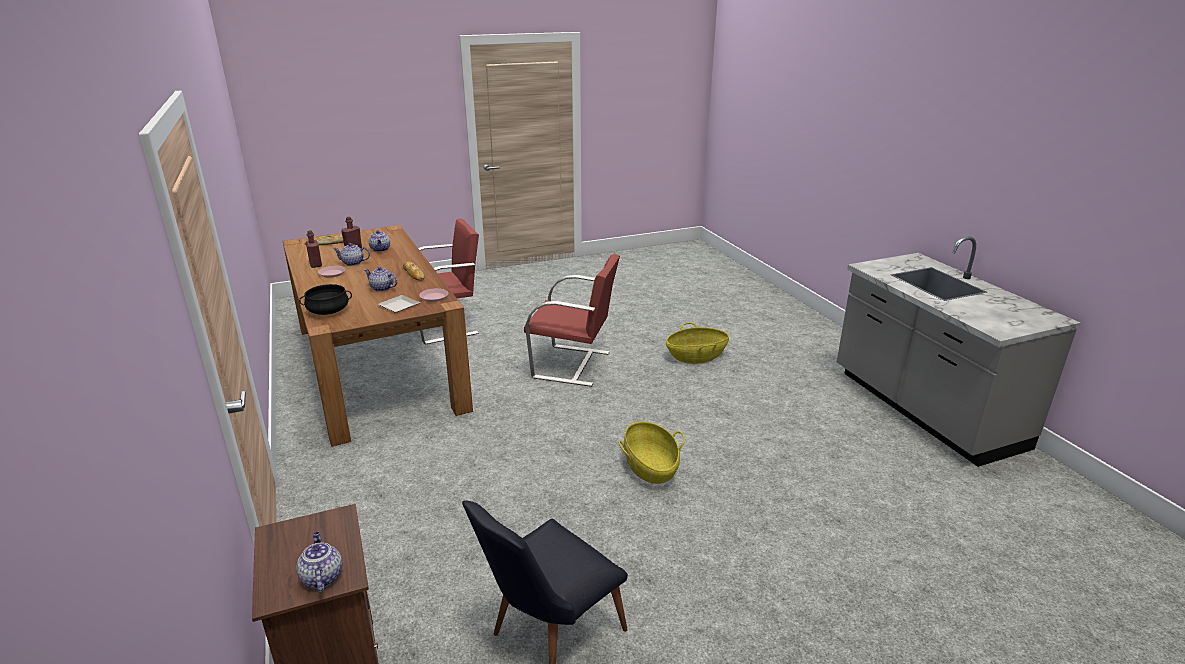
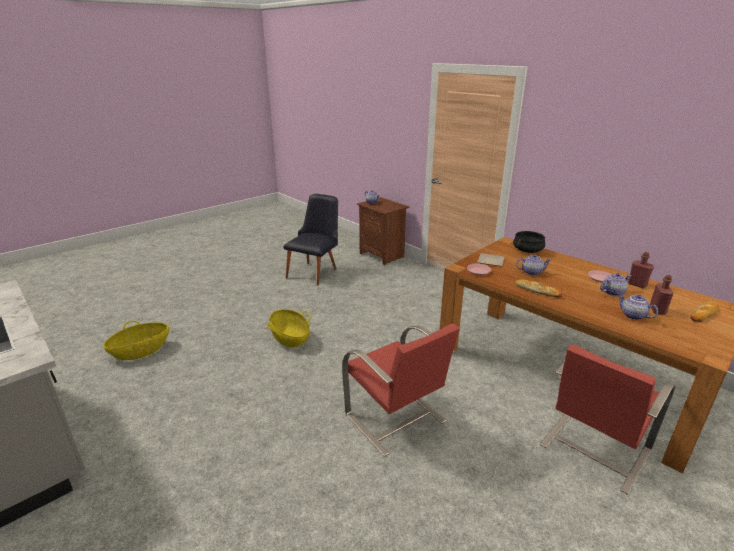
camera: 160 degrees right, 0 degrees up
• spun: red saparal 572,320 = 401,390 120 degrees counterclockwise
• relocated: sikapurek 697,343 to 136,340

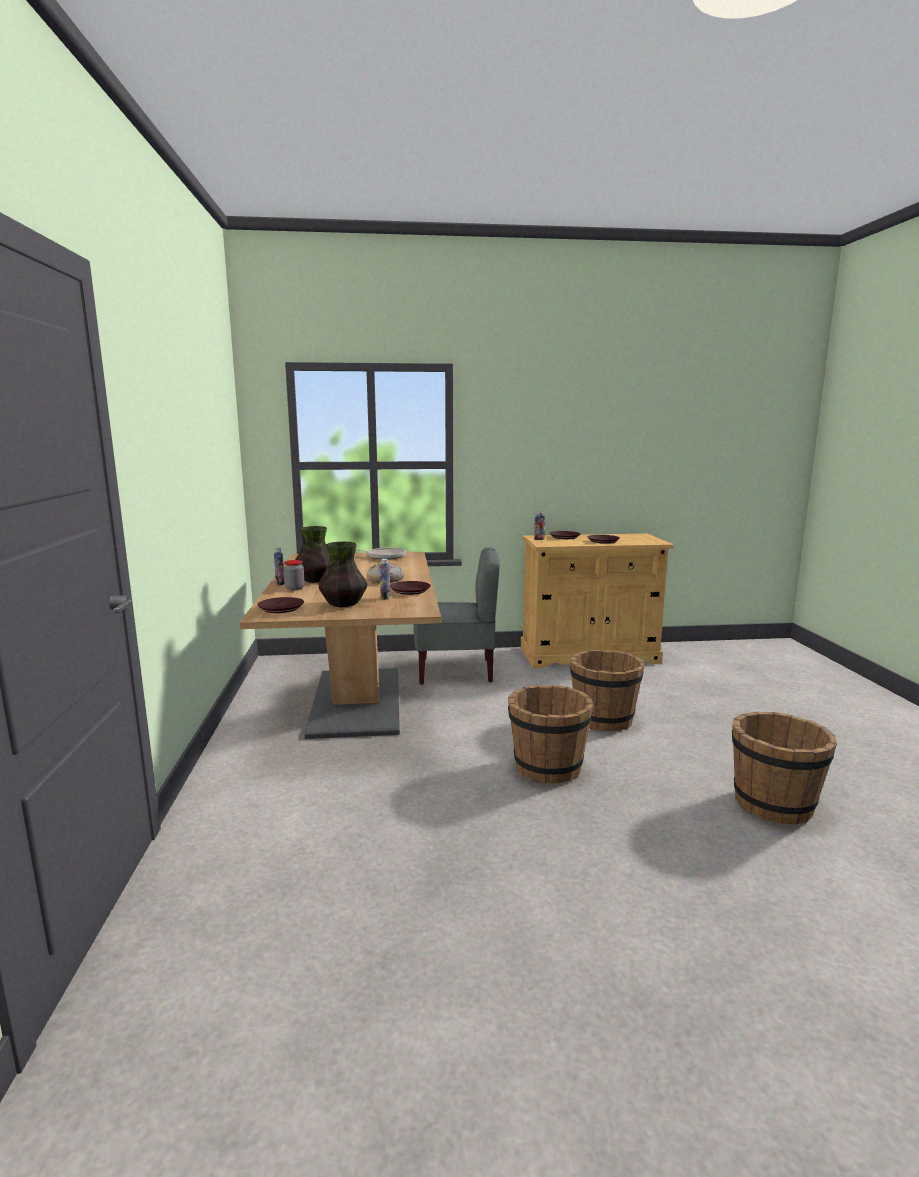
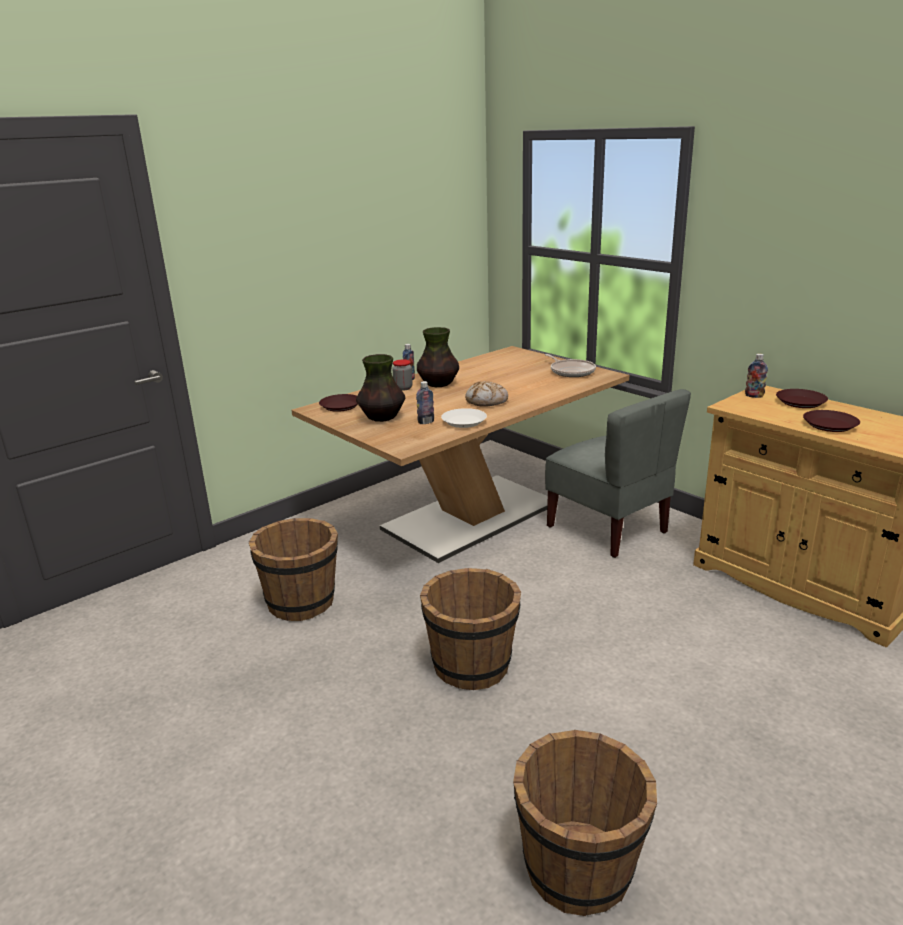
camera: 55 degrees right, 10 degrees up
• colour: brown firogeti 410,588 to white firogeti 464,418
• relocated: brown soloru 607,690 to 293,569

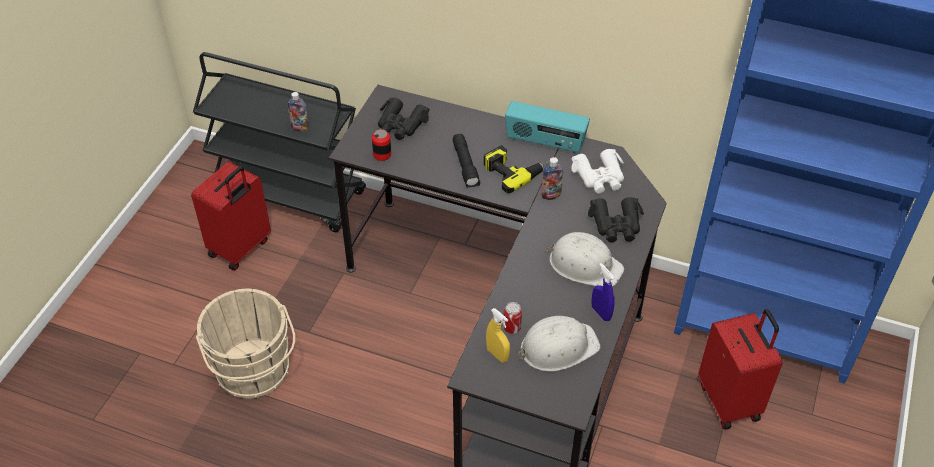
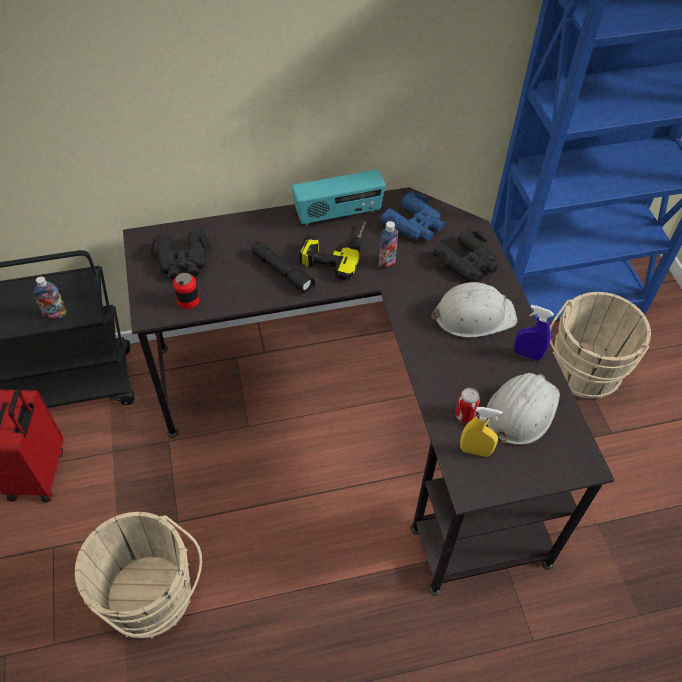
camera: 35 degrees left, 5 degrees up
• colour: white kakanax 597,171 to blue kakanax 413,216
• exchanged: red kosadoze 740,369 to beige soloru 600,345

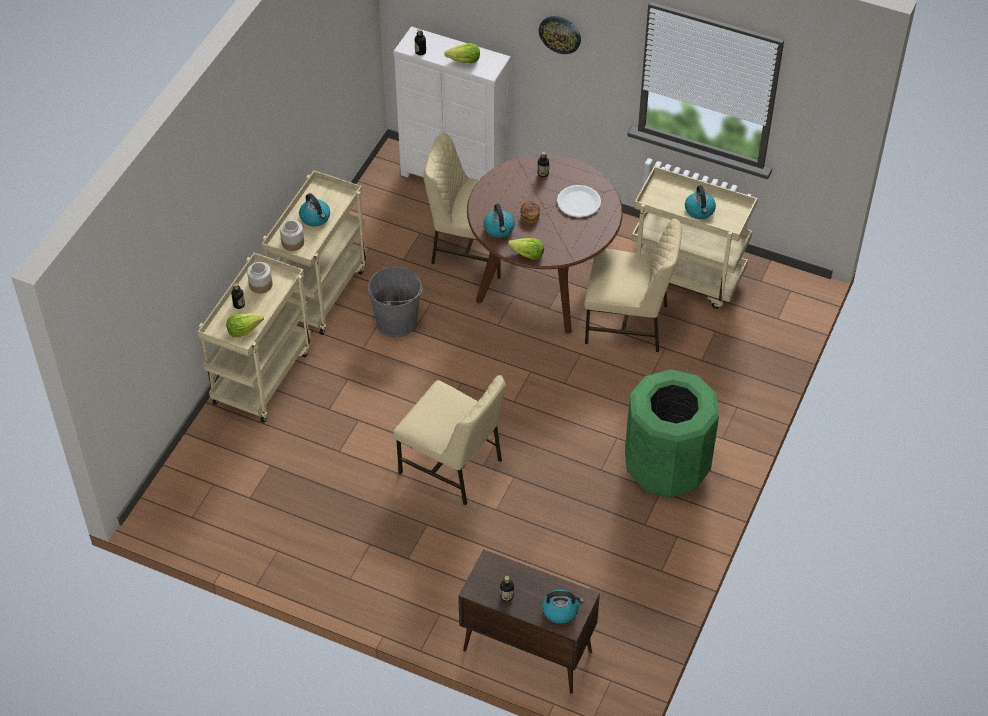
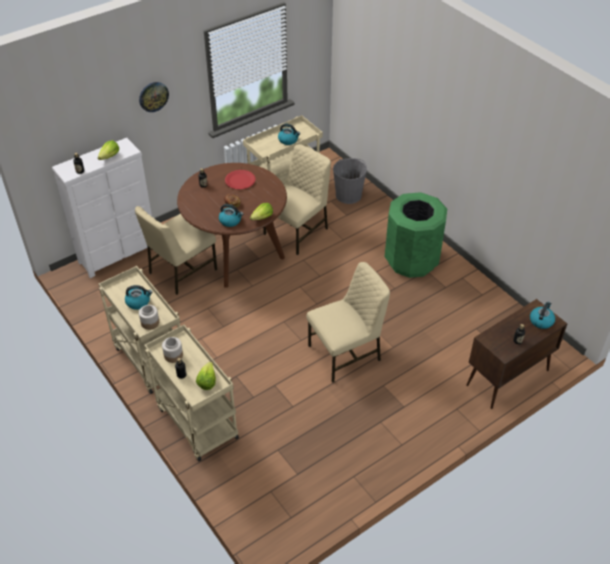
camera: 60 degrees left, 5 degrees down
• colour: white firogeti 579,201 to red firogeti 240,180
• relocated: grey soloru 395,301 to 350,181

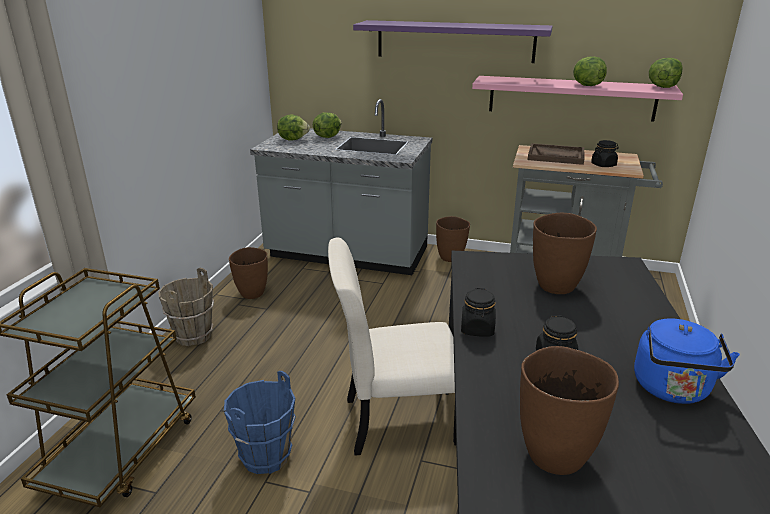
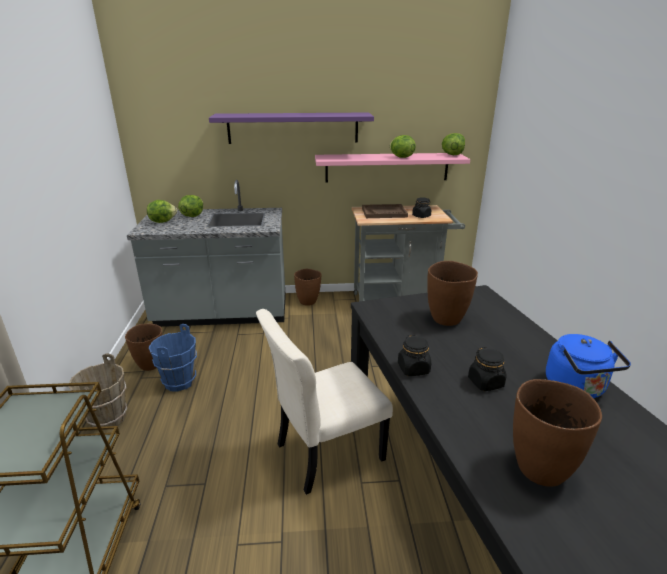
camera: 20 degrees left, 0 degrees up
• relocated: blue soloru 260,423 to 173,358

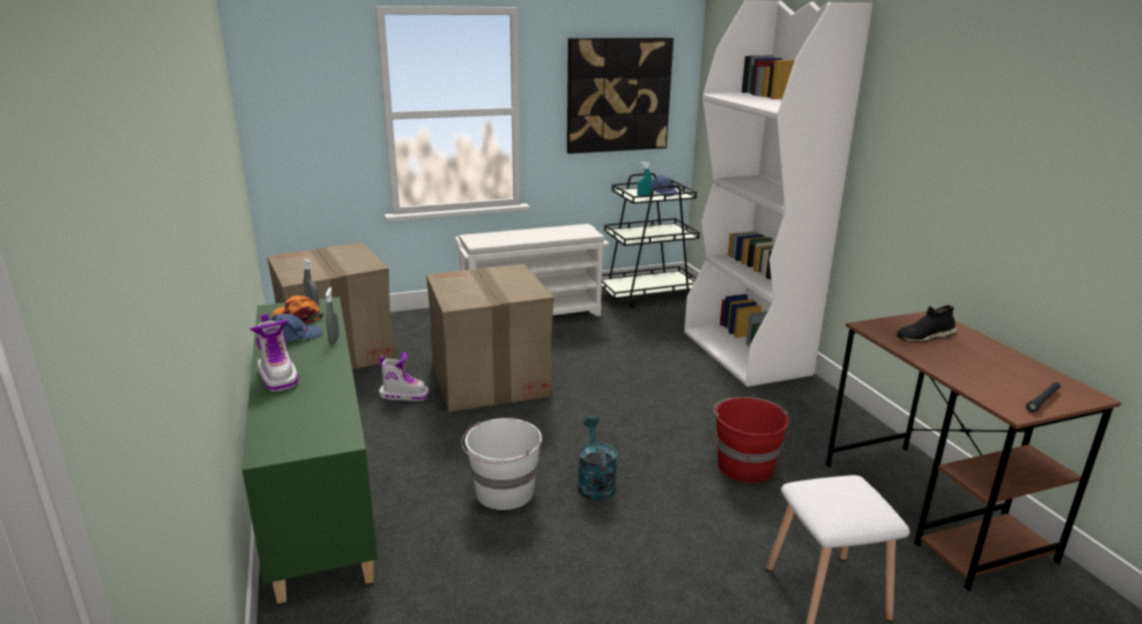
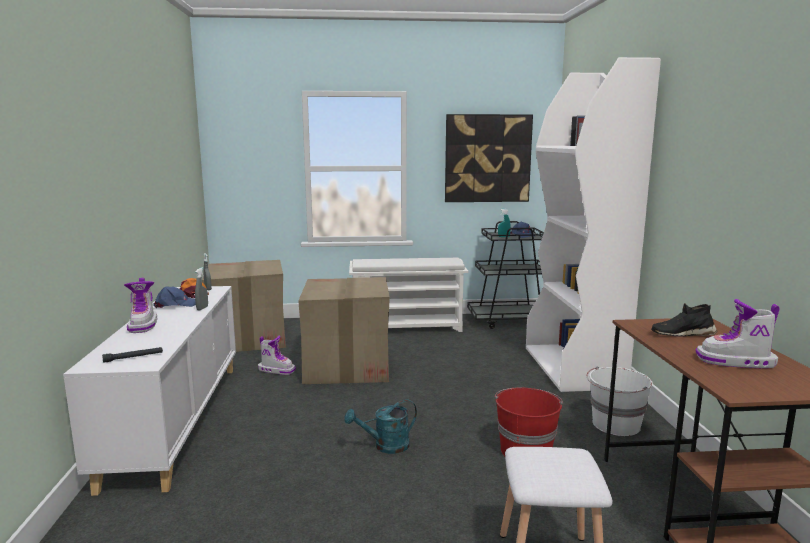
camera: 15 degrees right, 10 degrees down
• colour: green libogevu 310,450 to white libogevu 149,391
• relocated: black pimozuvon 1043,397 to 132,355
• spun: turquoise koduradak 597,458 = 380,426 120 degrees counterclockwise
• relocated: white soloru 501,464 to 620,401
• appeared: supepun 737,333

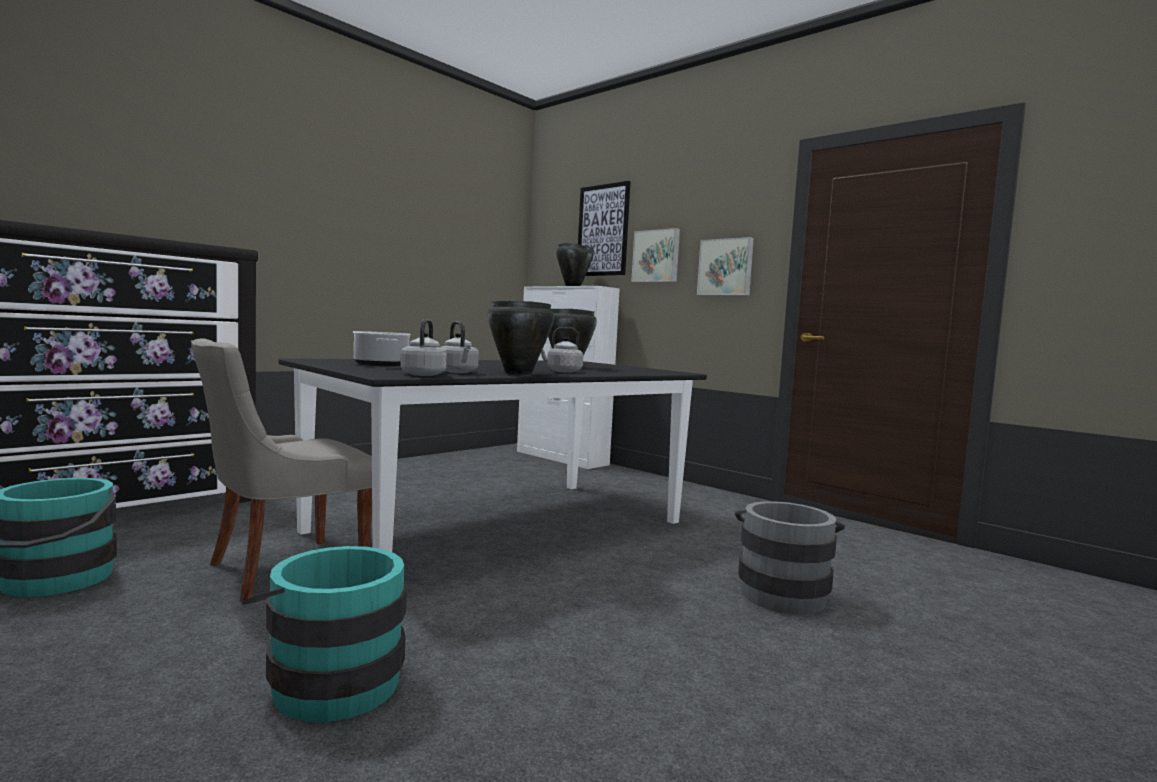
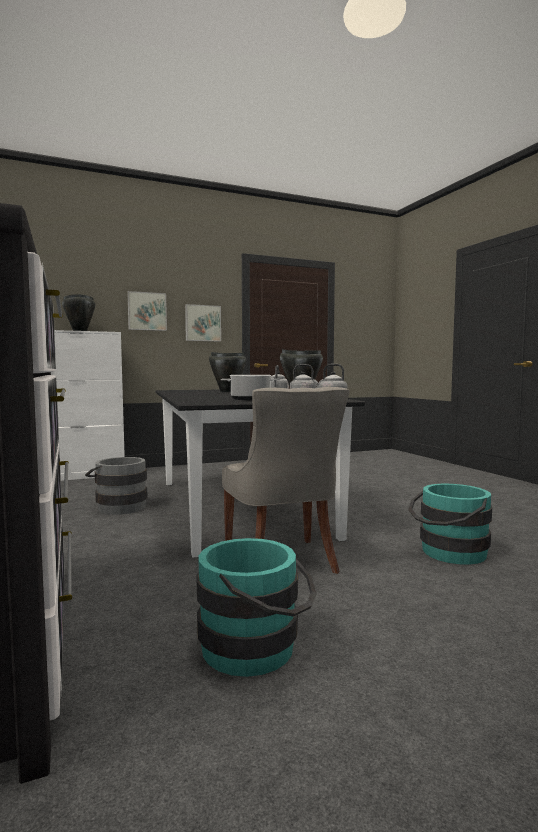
camera: 65 degrees left, 0 degrees up
• missing: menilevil 604,228
• relocated: grey soloru 790,558 to 116,486

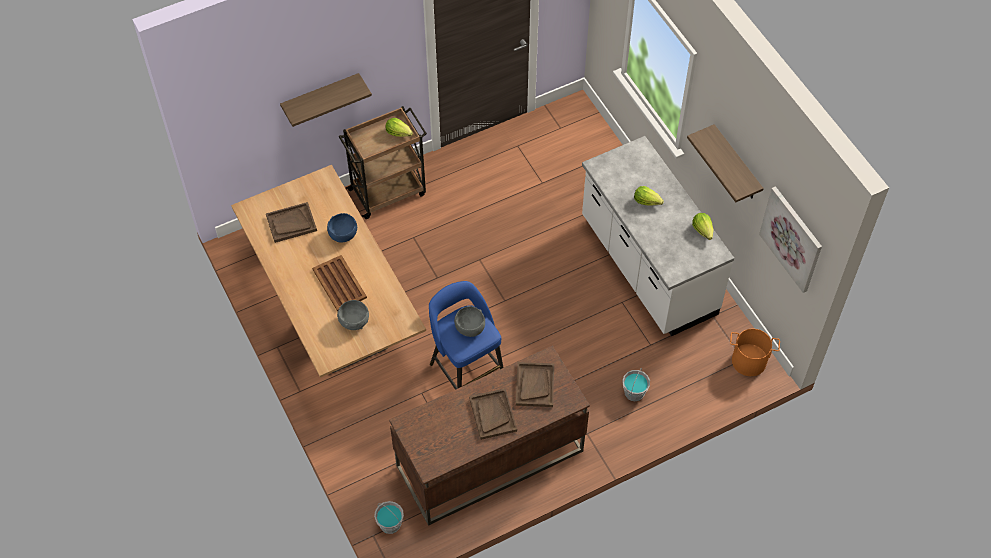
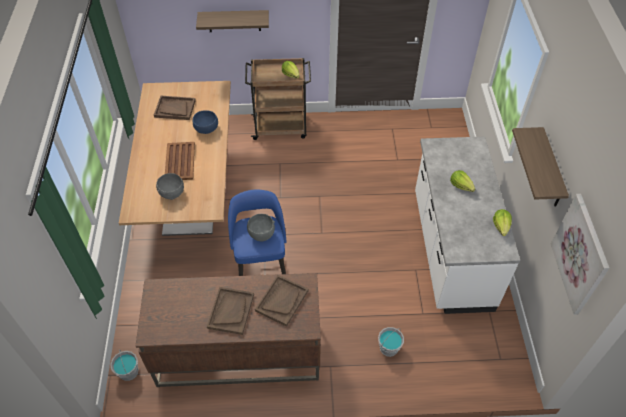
camera: 25 degrees right, 5 degrees down
• missing: orange soloru 755,352

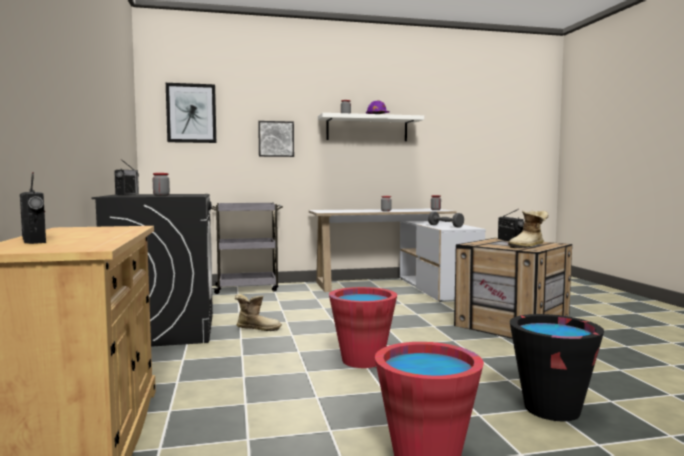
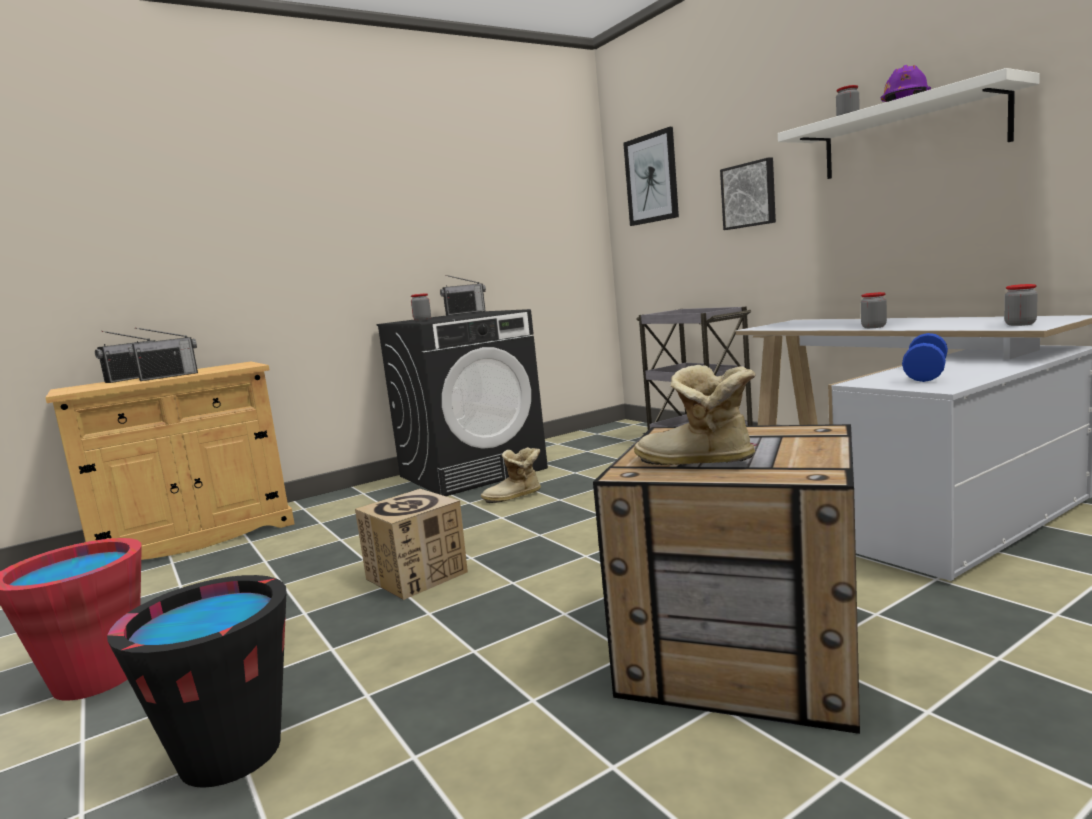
camera: 70 degrees right, 5 degrees up
• relocated: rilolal 511,225 to 163,354
• colour: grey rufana 446,219 to blue rufana 925,357
• exchanged: red soloru 363,327 to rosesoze 411,544
• spun: supepun 258,312 = 511,475 90 degrees clockwise

